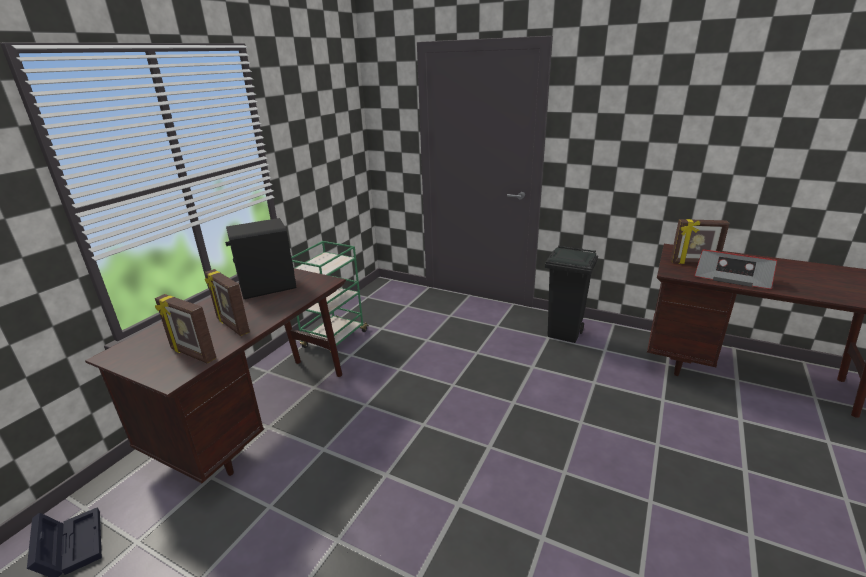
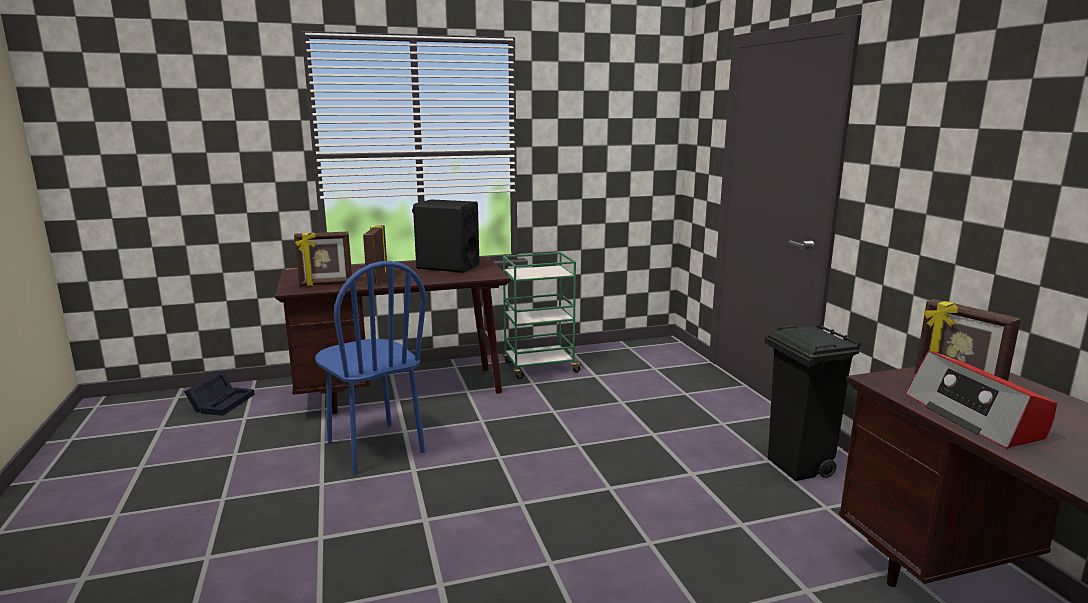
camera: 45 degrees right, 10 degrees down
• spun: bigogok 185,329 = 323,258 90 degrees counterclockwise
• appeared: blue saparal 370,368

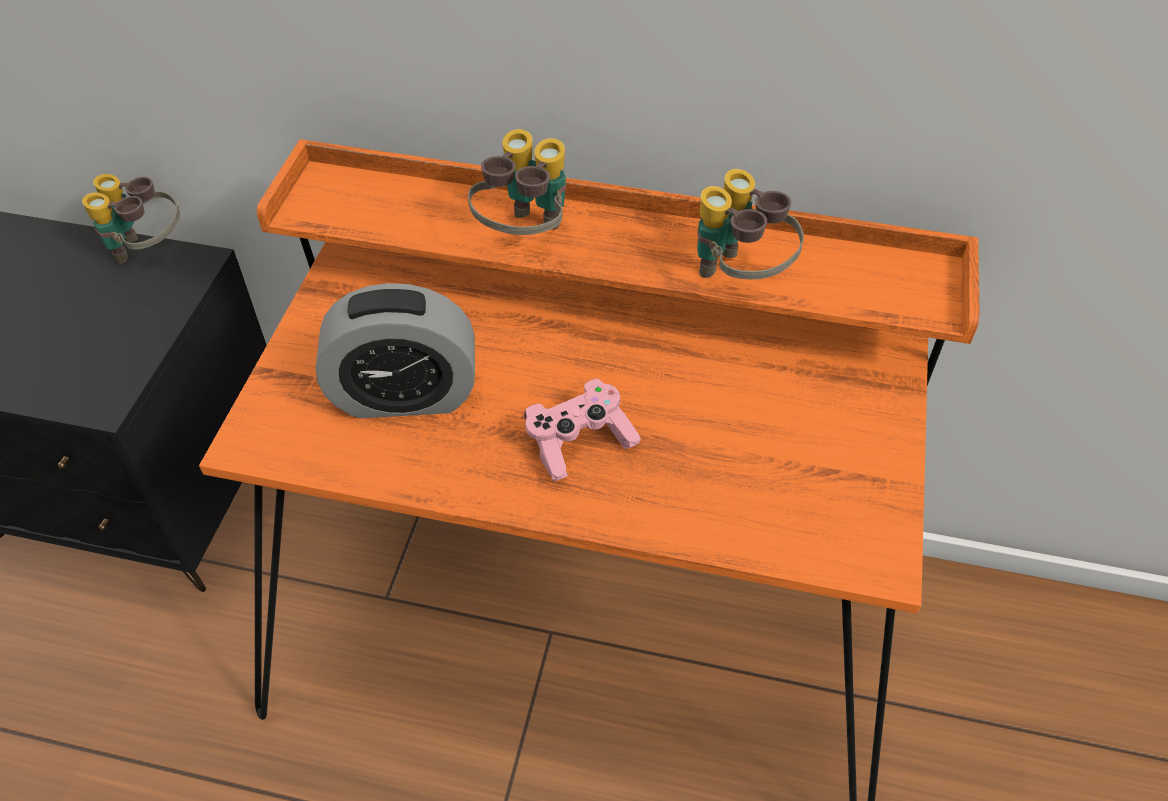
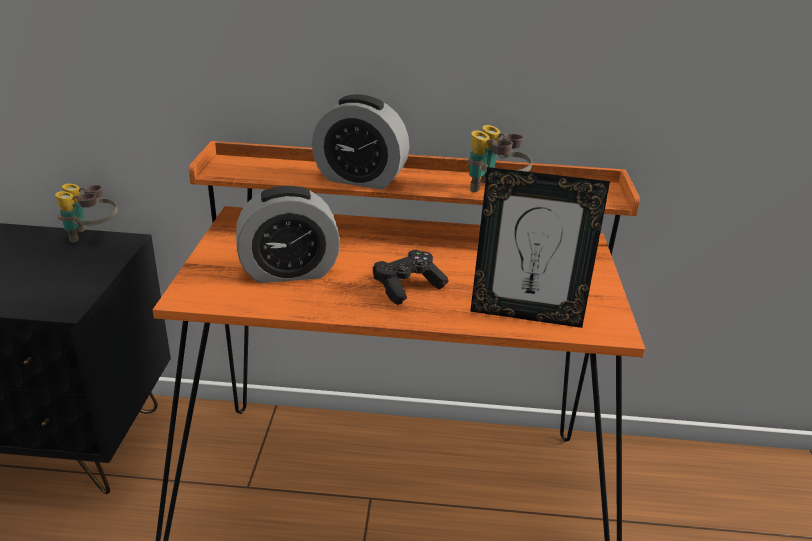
camera: 10 degrees left, 20 degrees down
• exchanged: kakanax 517,182 to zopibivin 360,142
• colour: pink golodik 583,430 to black golodik 411,277
• appeared: bigogok 540,247

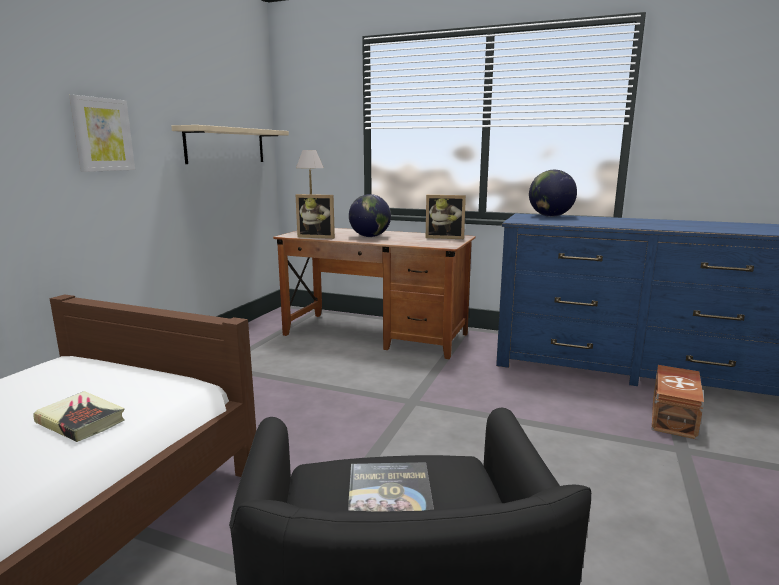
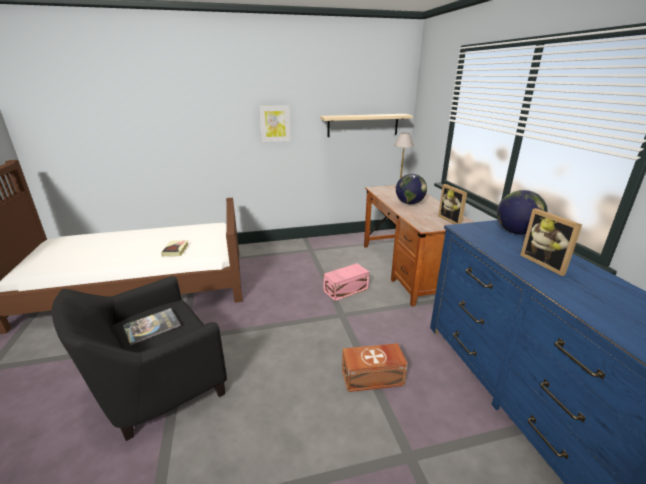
camera: 55 degrees right, 10 degrees up
• relocated: bigogok 315,216 to 551,242
• relocated: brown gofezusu 678,402 to 375,367
• appeared: pink gofezusu 346,282

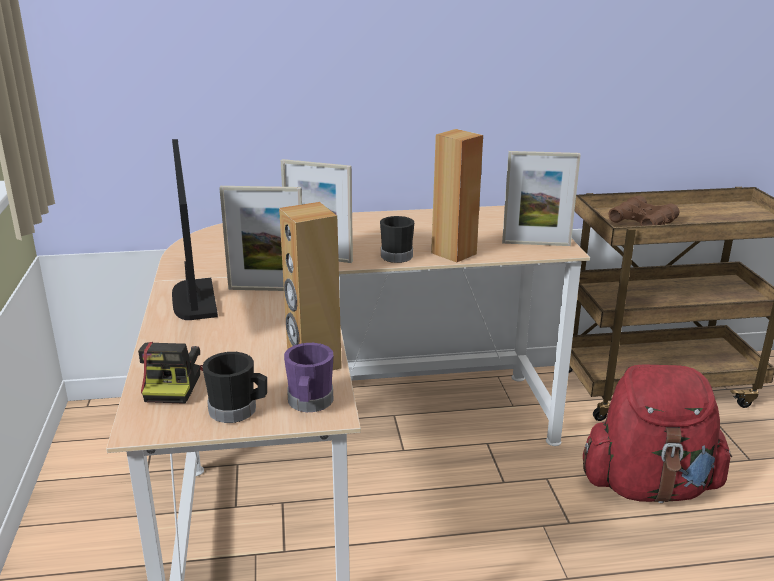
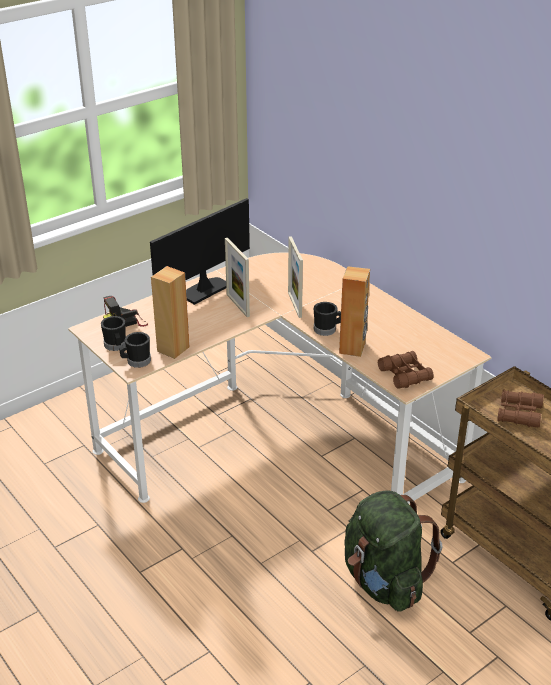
camera: 60 degrees right, 10 degrees up
• exchanged: bigogok 541,198 to brown kakanax 406,369
• colour: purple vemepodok 309,377 to black vemepodok 135,350
• colour: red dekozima 657,433 to green dekozima 394,551

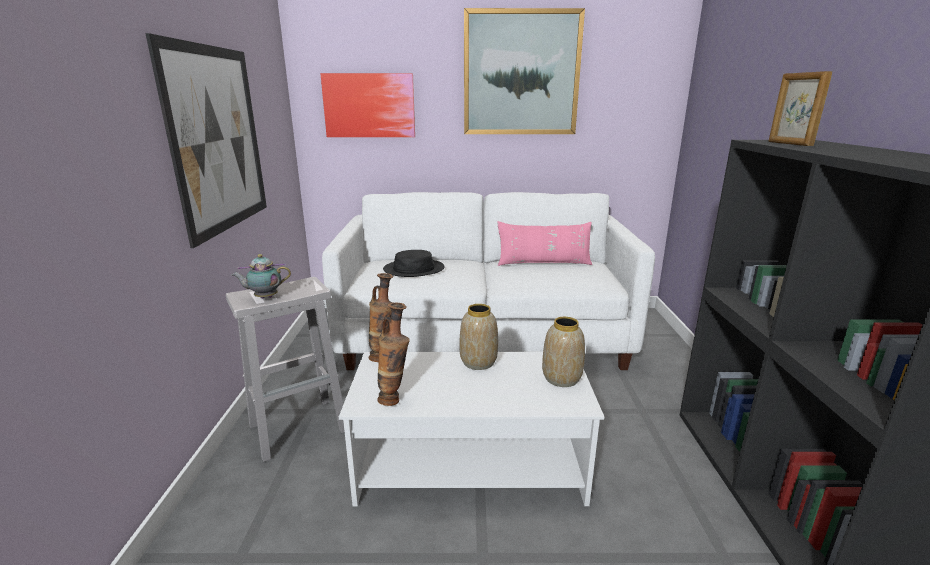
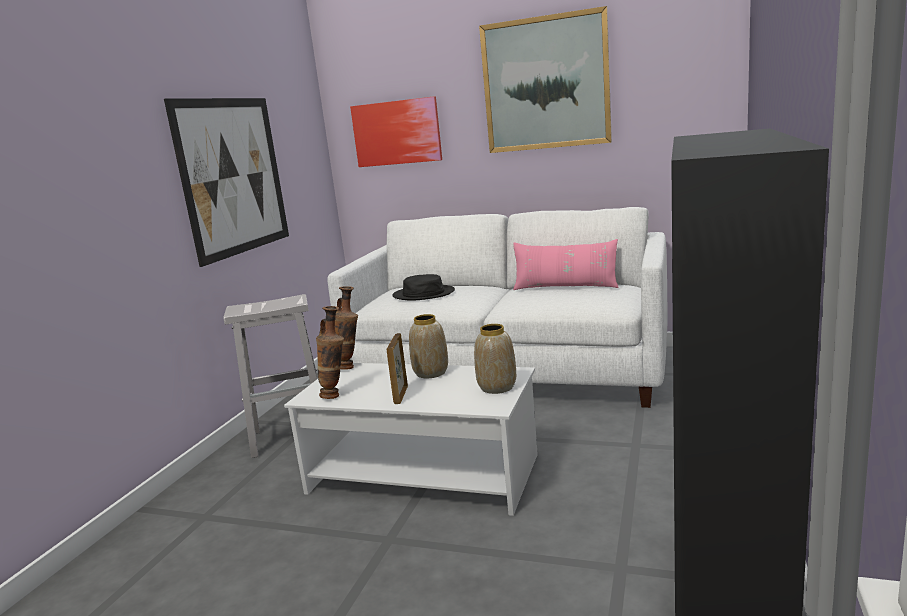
camera: 20 degrees right, 5 degrees down
• relocated: bigogok 800,108 to 397,368
• missing: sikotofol 261,276

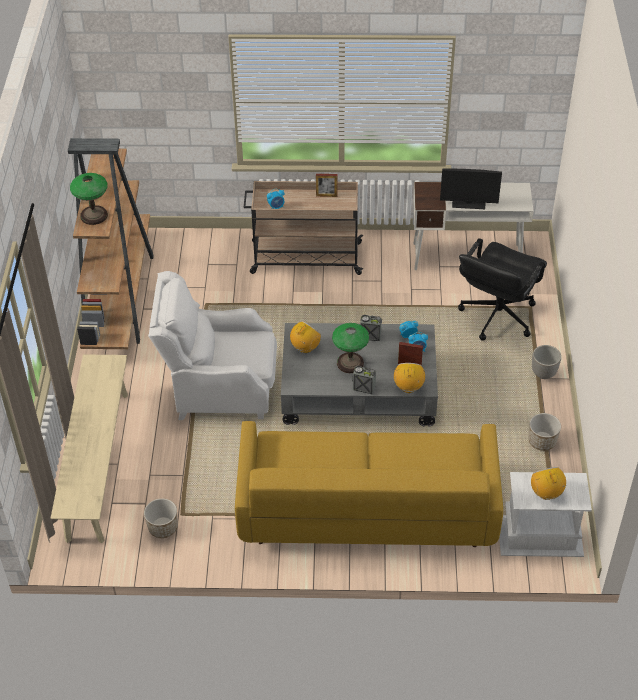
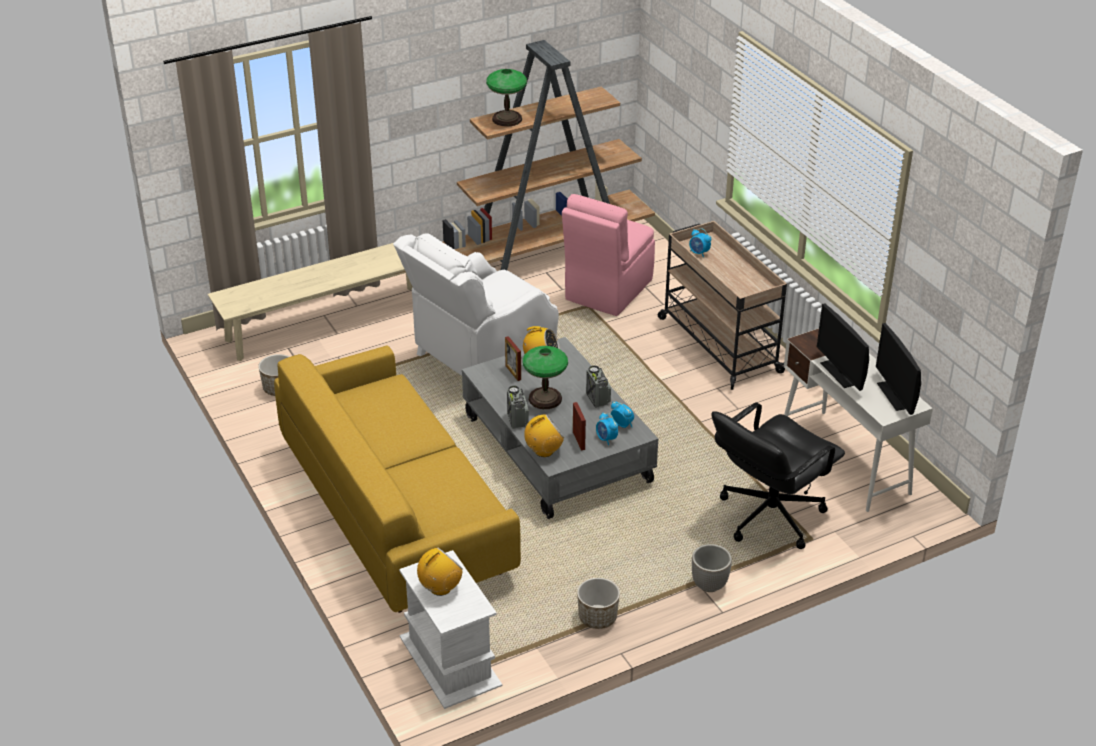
camera: 60 degrees right, 10 degrees down
• relocated: bigogok 327,185 to 513,358
• spun: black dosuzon 502,289 = 778,475 45 degrees counterclockwise
• spun: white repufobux 212,345 = 476,304 105 degrees counterclockwise
• appeared: pink saparal 608,255
• appeared: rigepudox 898,369

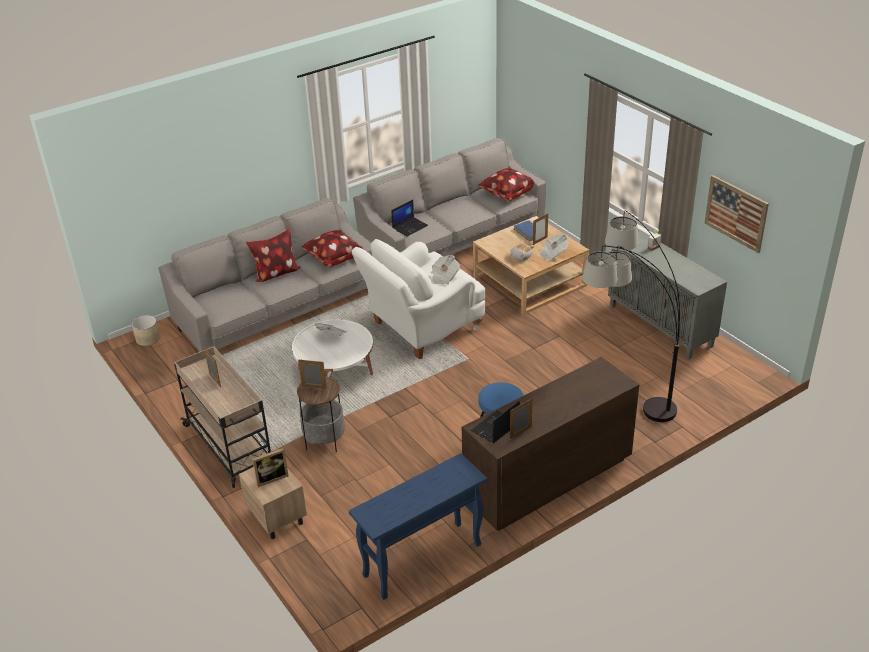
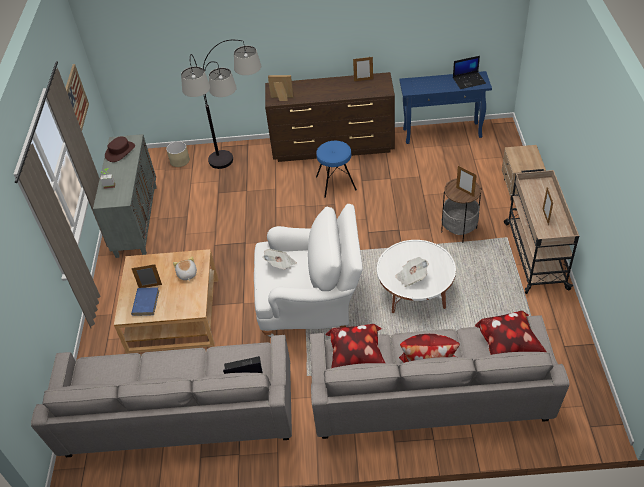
camera: 145 degrees left, 10 degrees up
• relocated: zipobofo 506,184 to 511,333
• missing: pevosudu 553,247
• relocated: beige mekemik 146,330 to 178,154
• relocated: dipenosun 495,421 to 469,72
• relocated: bigogok 270,467 to 281,88
• appeared: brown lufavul 120,149

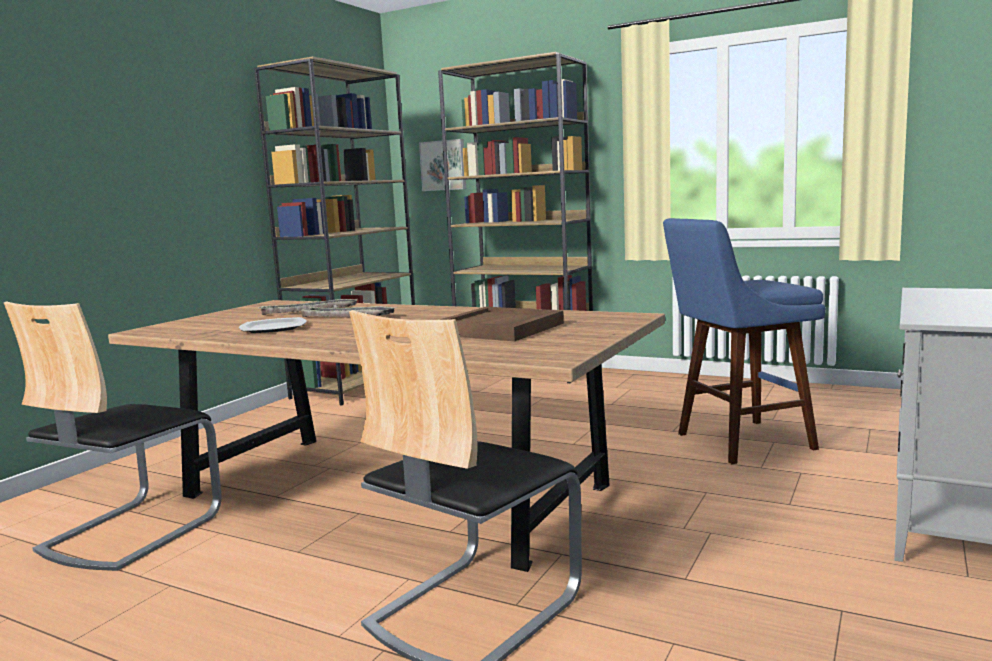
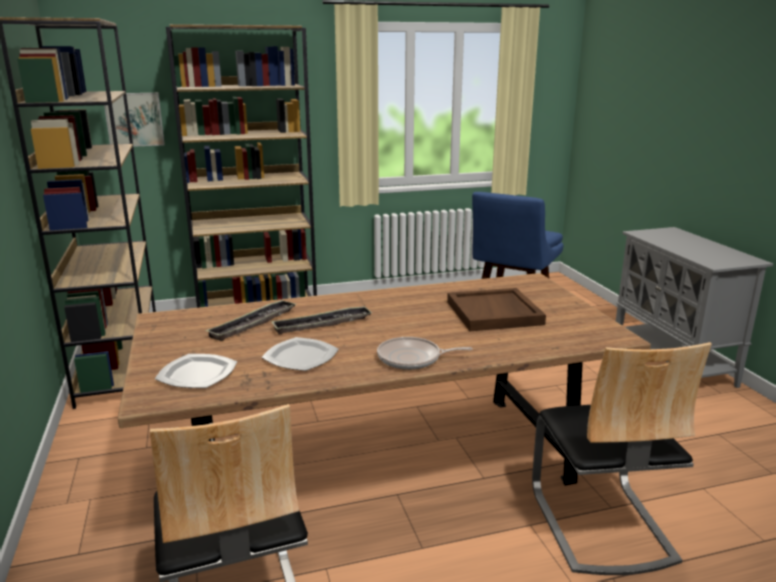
camera: 45 degrees left, 10 degrees up
• appeared: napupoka 425,353
• appeared: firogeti 196,371

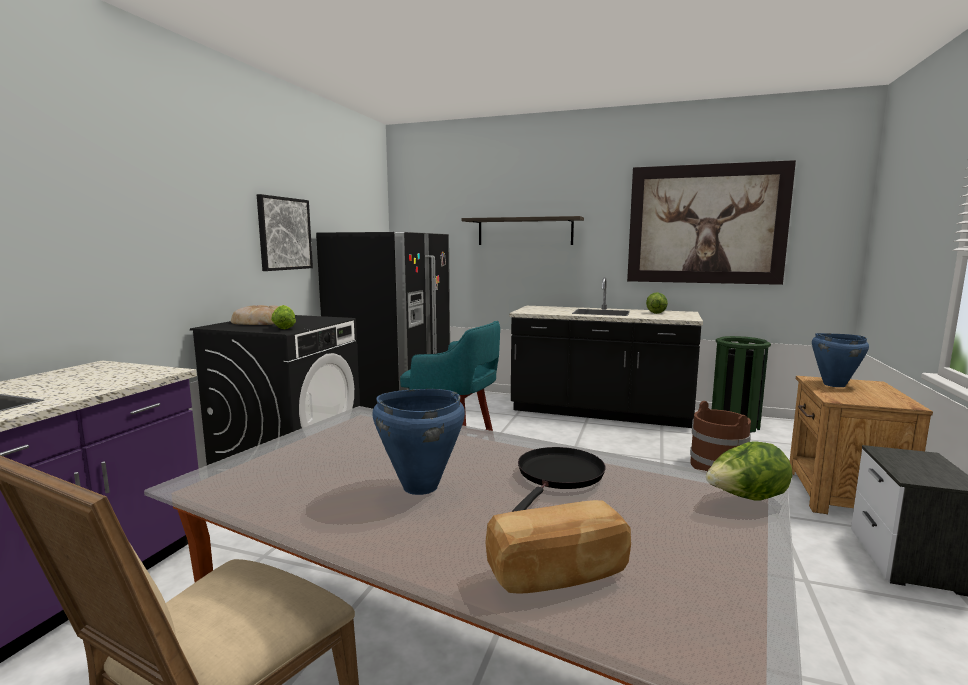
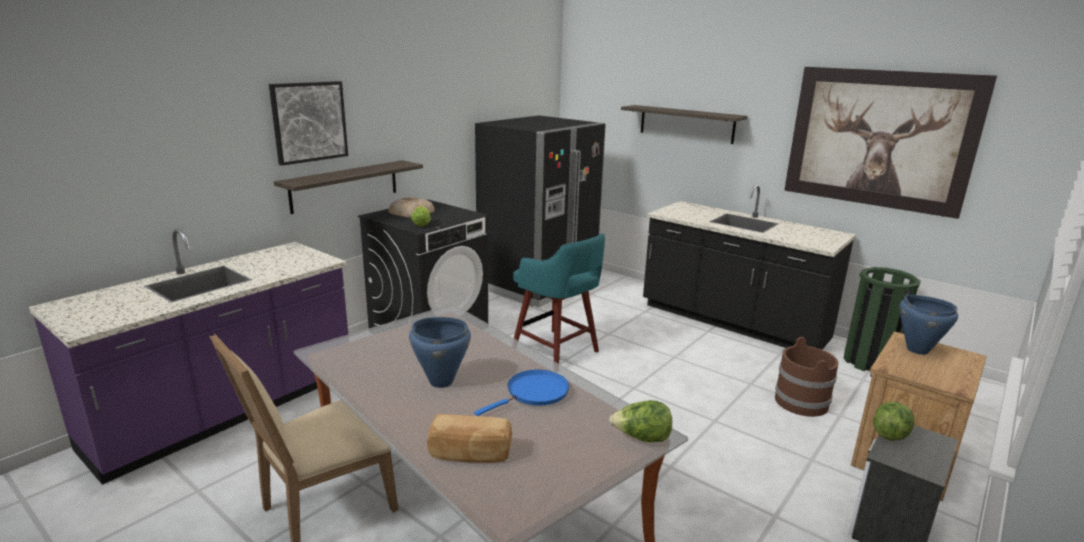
camera: 20 degrees right, 10 degrees up
• relocated: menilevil 285,232 to 308,123
• relocated: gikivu 657,303 to 894,421
• colour: black napupoka 559,479 to blue napupoka 521,393
• appeared: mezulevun 348,187

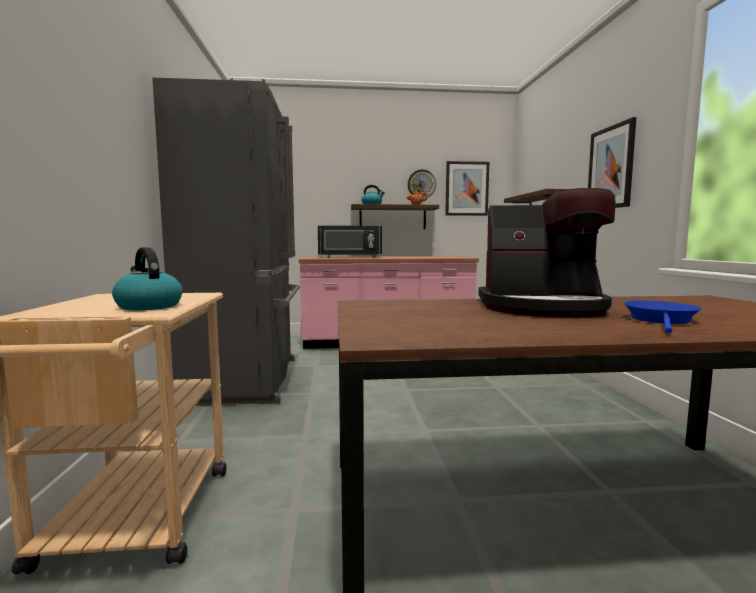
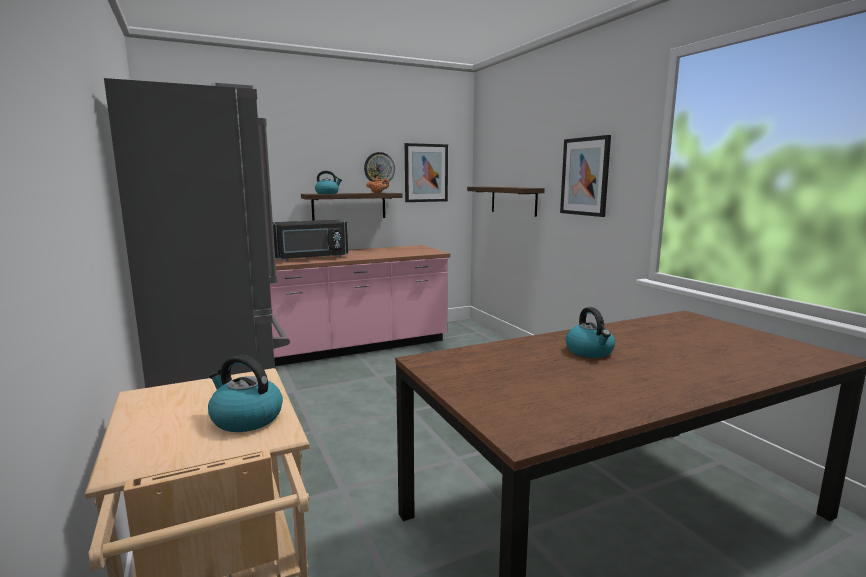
camera: 20 degrees left, 5 degrees up
• exchanged: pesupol 547,253 to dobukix 590,332
• missing: blue napupoka 663,317

